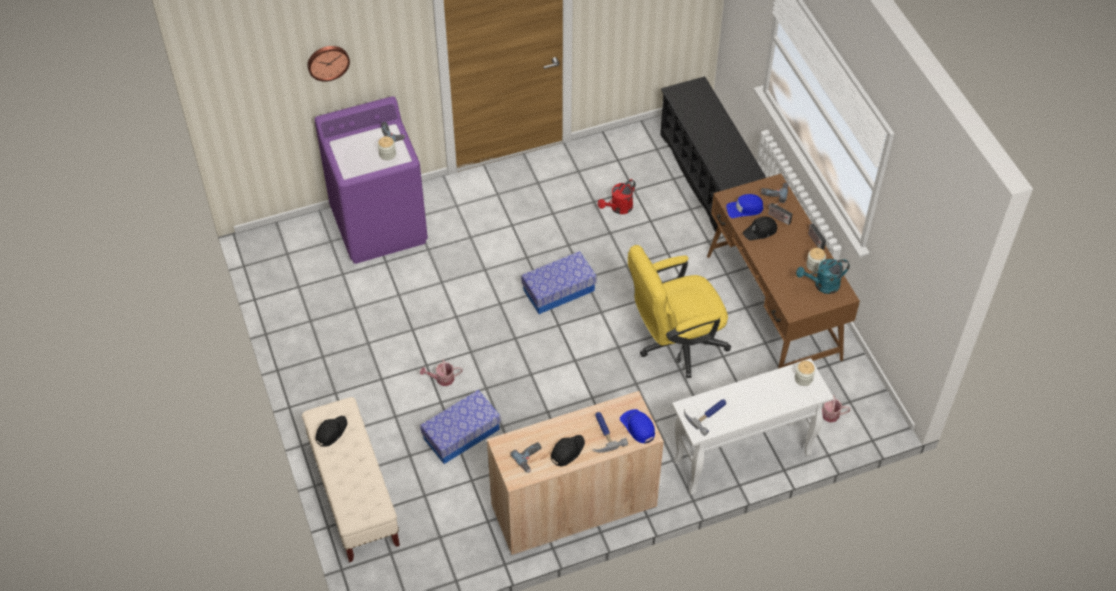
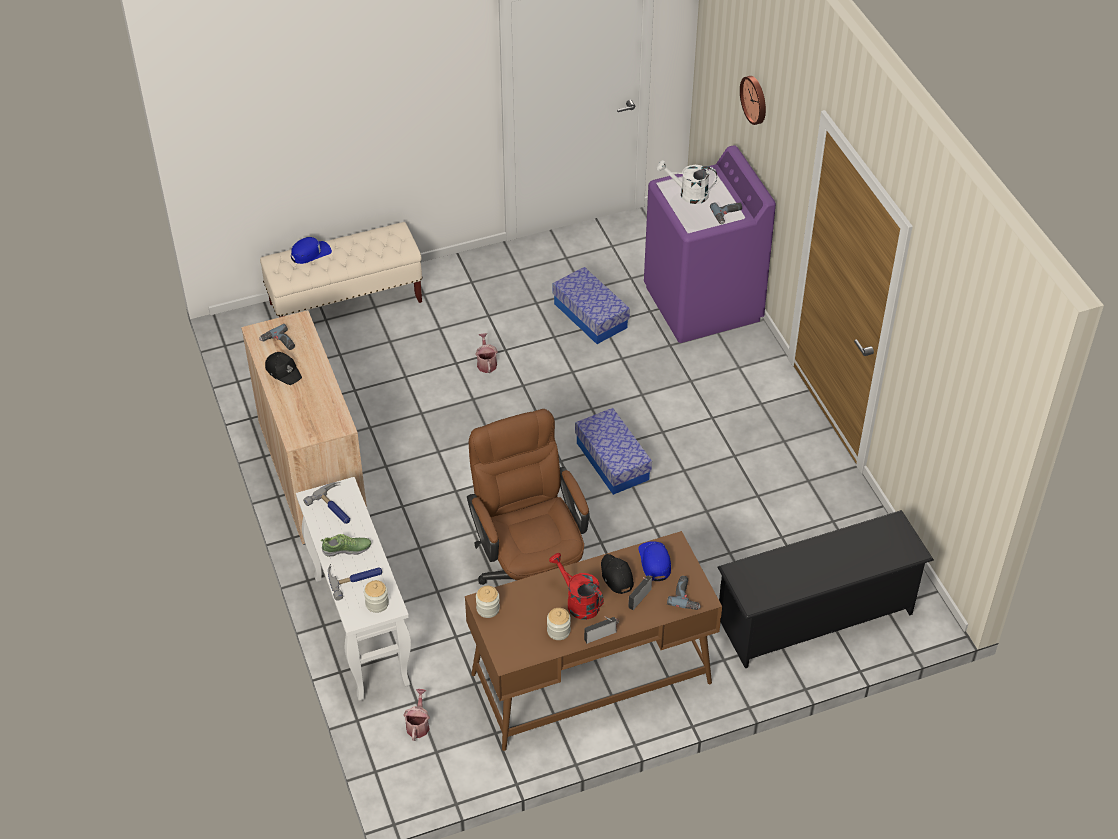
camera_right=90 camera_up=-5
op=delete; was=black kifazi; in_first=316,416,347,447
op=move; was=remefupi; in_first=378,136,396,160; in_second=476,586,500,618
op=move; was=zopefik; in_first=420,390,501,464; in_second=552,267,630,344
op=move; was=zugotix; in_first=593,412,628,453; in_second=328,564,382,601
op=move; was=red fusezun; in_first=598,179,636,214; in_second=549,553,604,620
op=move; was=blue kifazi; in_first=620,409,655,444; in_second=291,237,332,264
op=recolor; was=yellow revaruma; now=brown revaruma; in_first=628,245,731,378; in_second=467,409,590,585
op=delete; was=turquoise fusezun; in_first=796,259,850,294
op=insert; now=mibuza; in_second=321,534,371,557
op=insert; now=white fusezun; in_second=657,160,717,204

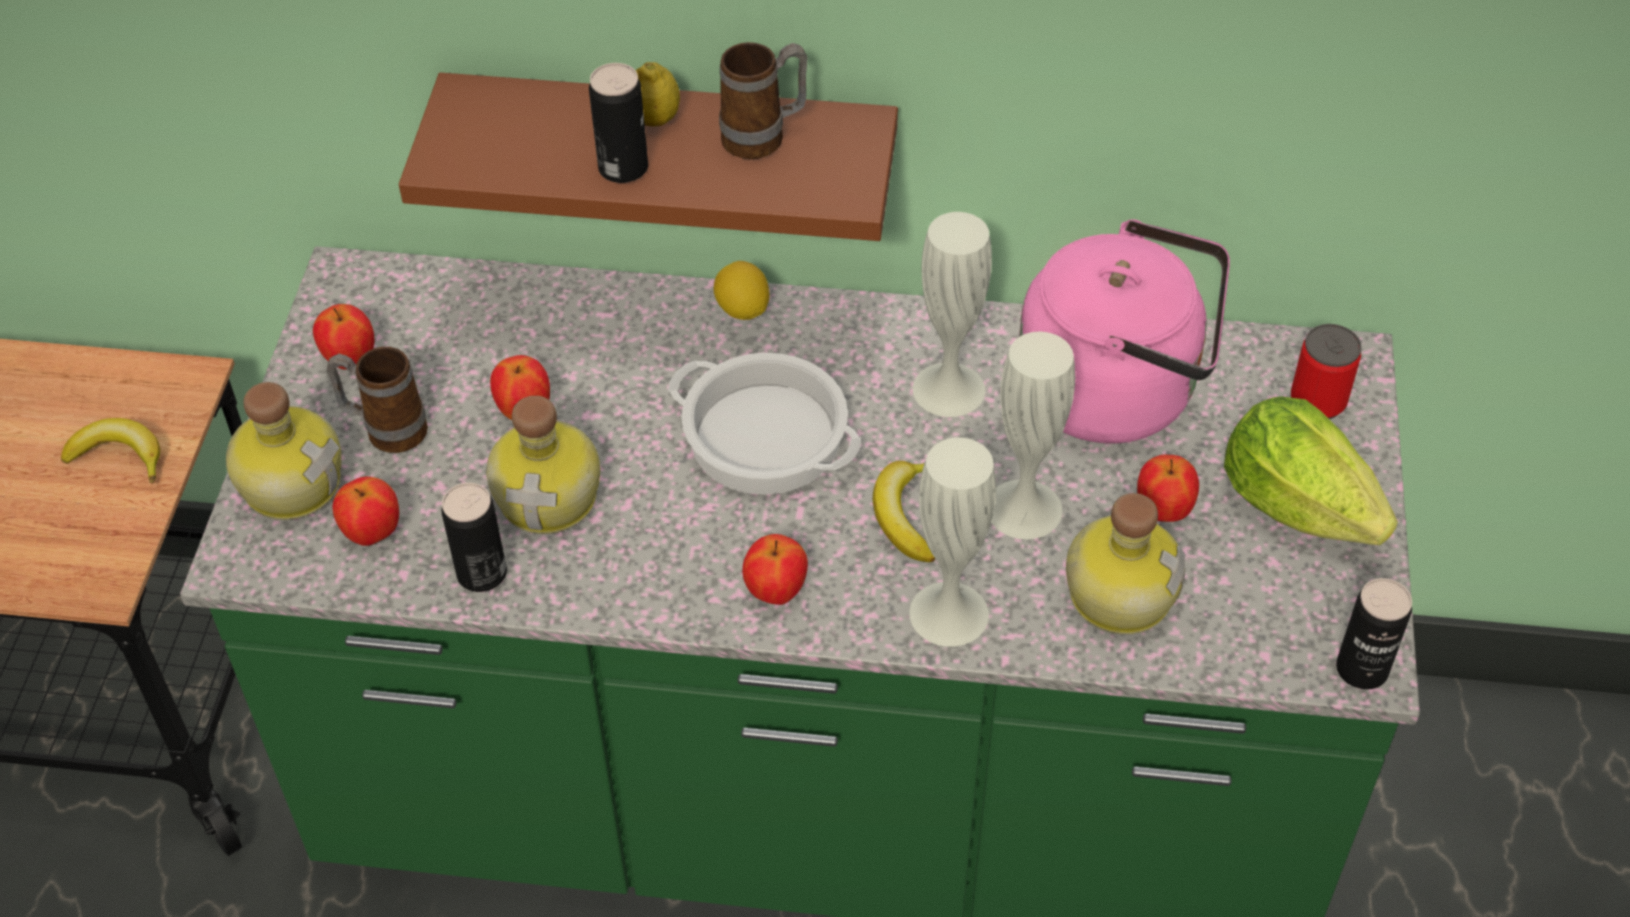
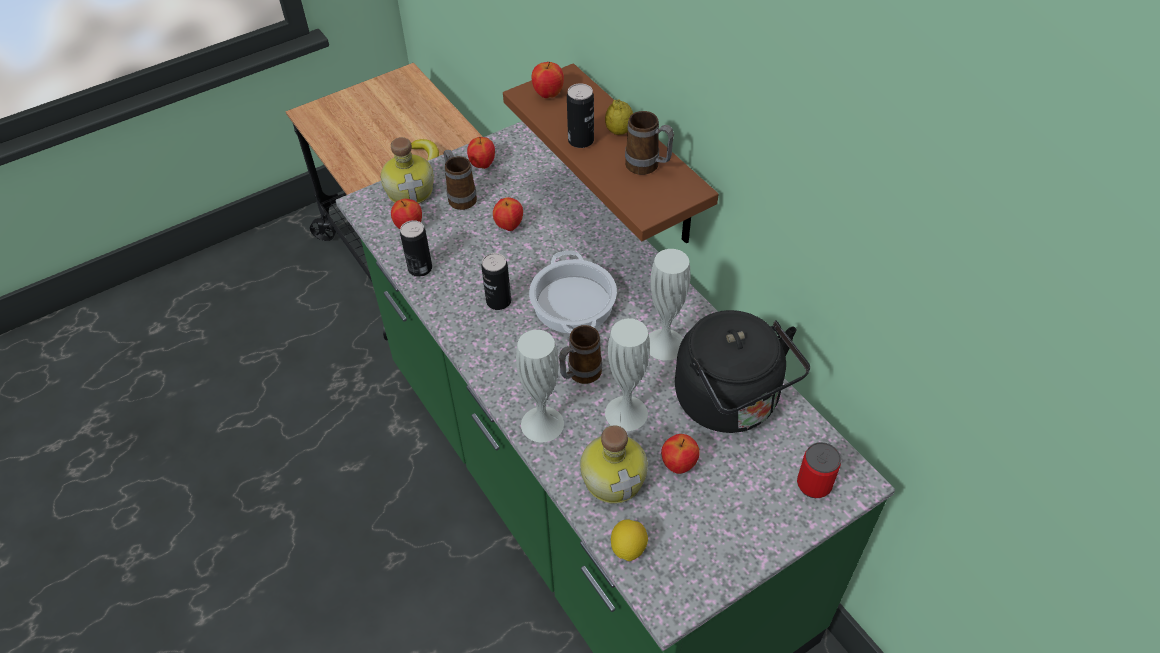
camera_right=50 camera_up=0
op=delete; was=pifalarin; in_first=486,396,600,534
op=move; was=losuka; in_first=714,261,769,320; in_second=611,519,648,561
op=move; was=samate; in_first=742,534,808,605; in_second=532,62,564,98
op=replace; was=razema; now=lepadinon; in_first=873,461,935,562; in_second=559,325,602,384
op=recolor; was=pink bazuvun; now=black bazuvun; in_first=1019,219,1230,444; in_second=675,310,810,433
op=delete; was=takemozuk; in_first=1224,397,1398,545
op=move; was=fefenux; in_first=1336,578,1412,689; in_second=481,253,511,310

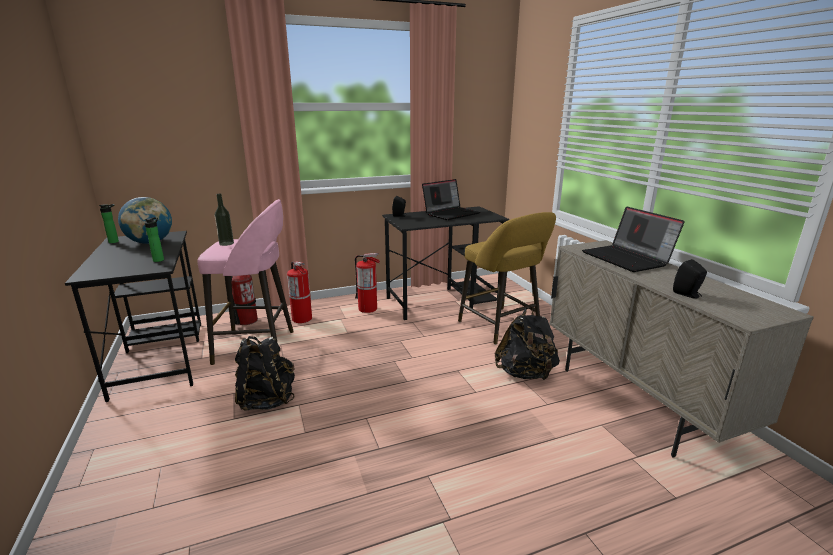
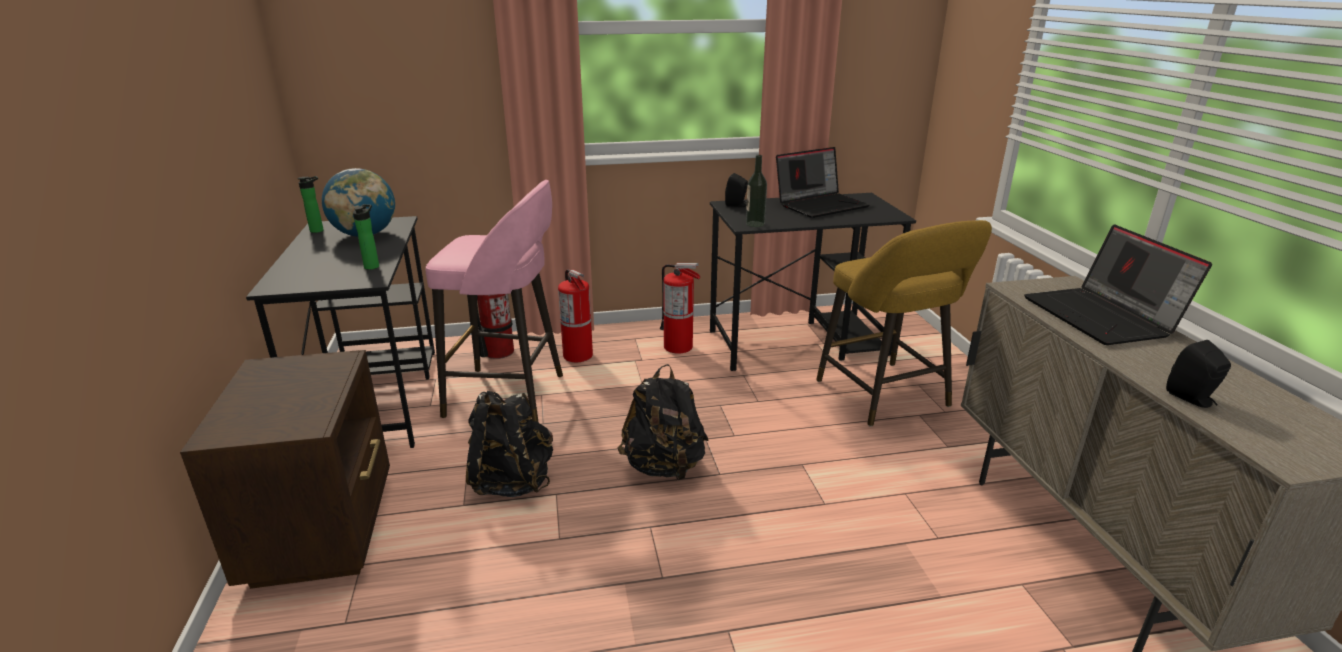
camera_right=10 camera_up=5
op=move; was=pifalarin; in_first=215,193,234,246; in_second=746,155,767,227
op=move; was=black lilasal; in_first=495,306,560,380; in_second=618,364,709,480
op=insert; now=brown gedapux; in_second=180,350,390,589

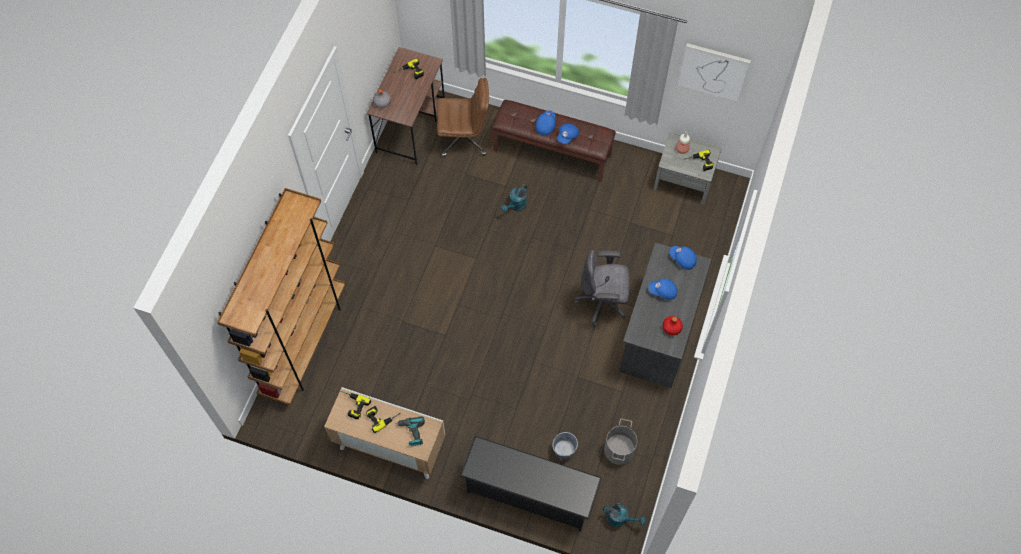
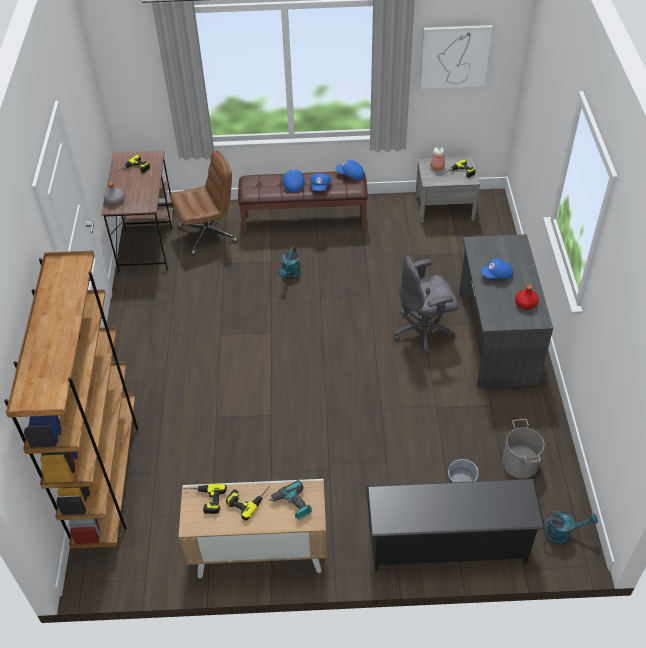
camera_right=-20 camera_up=-15
op=move; was=blue kifazi; in_first=670,246,697,270; in_second=336,160,364,180

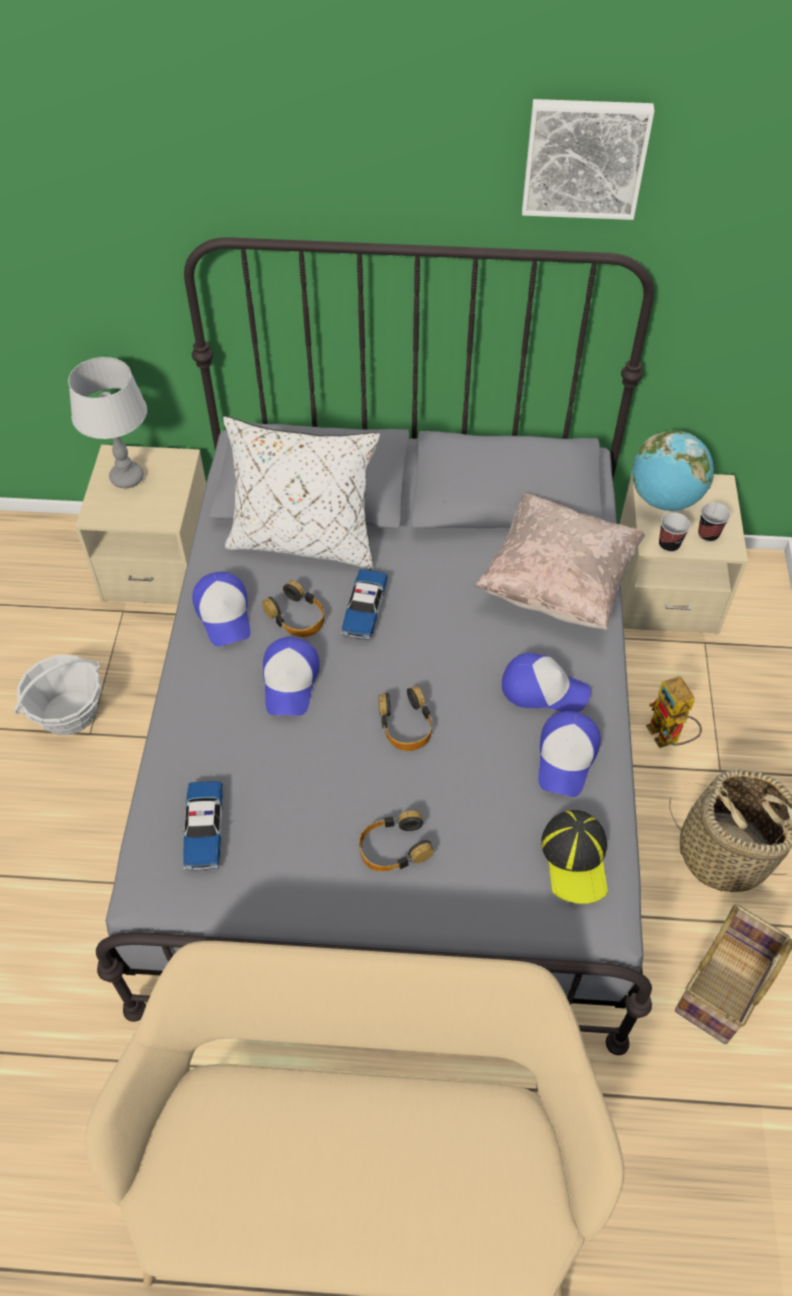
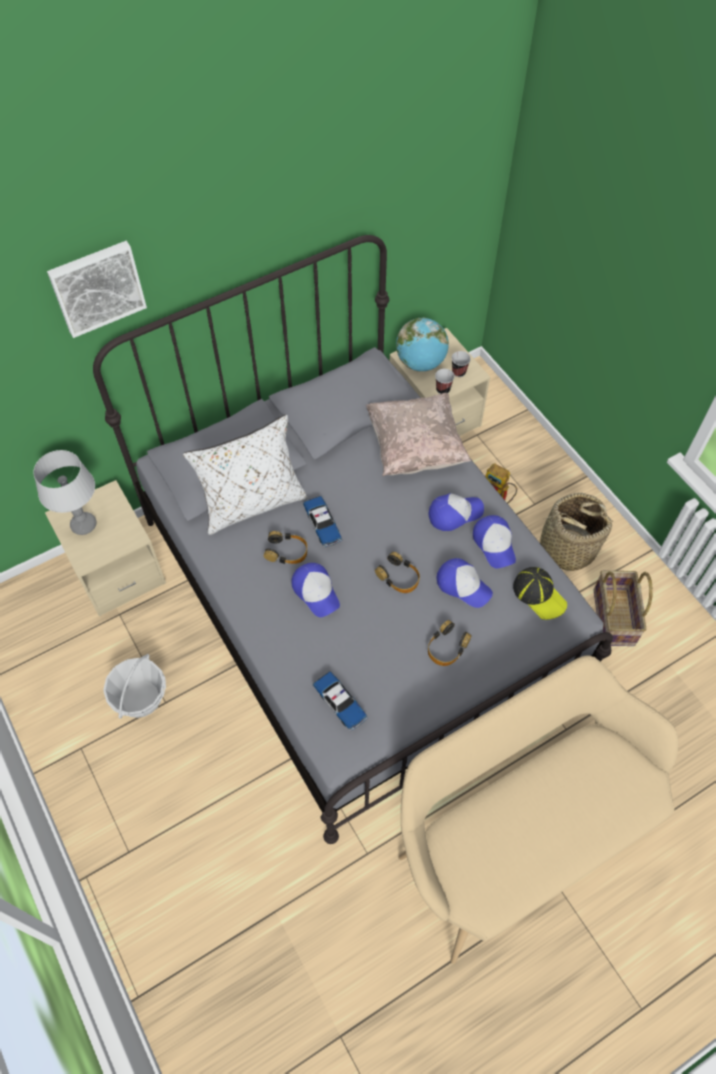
camera_right=-35 camera_up=5
op=move; was=kifazi; in_first=192,572,251,647; in_second=437,558,493,608
op=move; was=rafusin; in_first=522,99,654,220; in_second=47,241,147,338

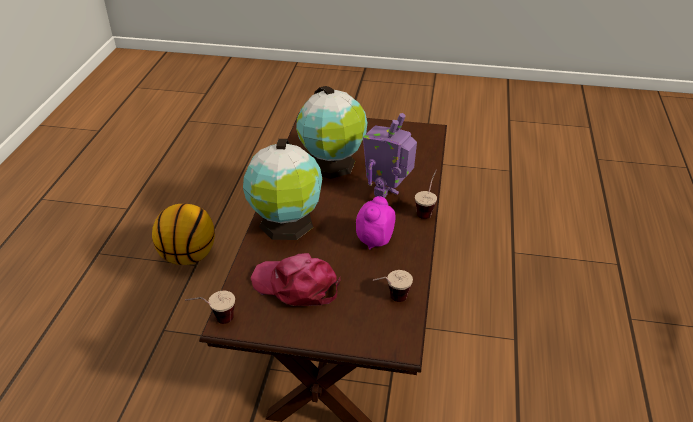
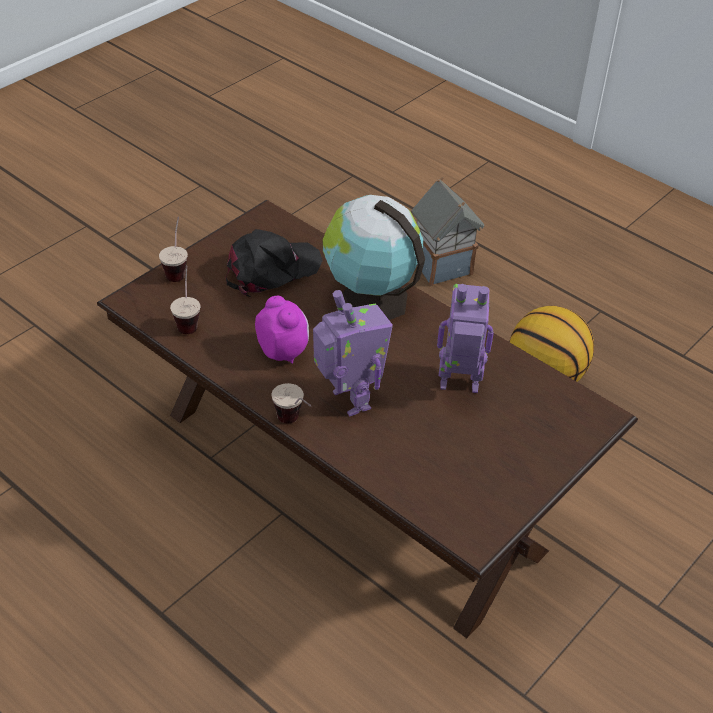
camera_right=120 camera_up=5
op=move; was=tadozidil; in_first=185,291,235,324; in_second=159,216,188,282
op=recolor; was=pink kifazi; now=black kifazi; in_first=251,253,340,306; in_second=226,229,323,297
op=replace; was=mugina; now=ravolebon; in_first=296,86,368,179; in_second=437,284,494,393
op=insert; now=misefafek; in_second=411,177,485,286

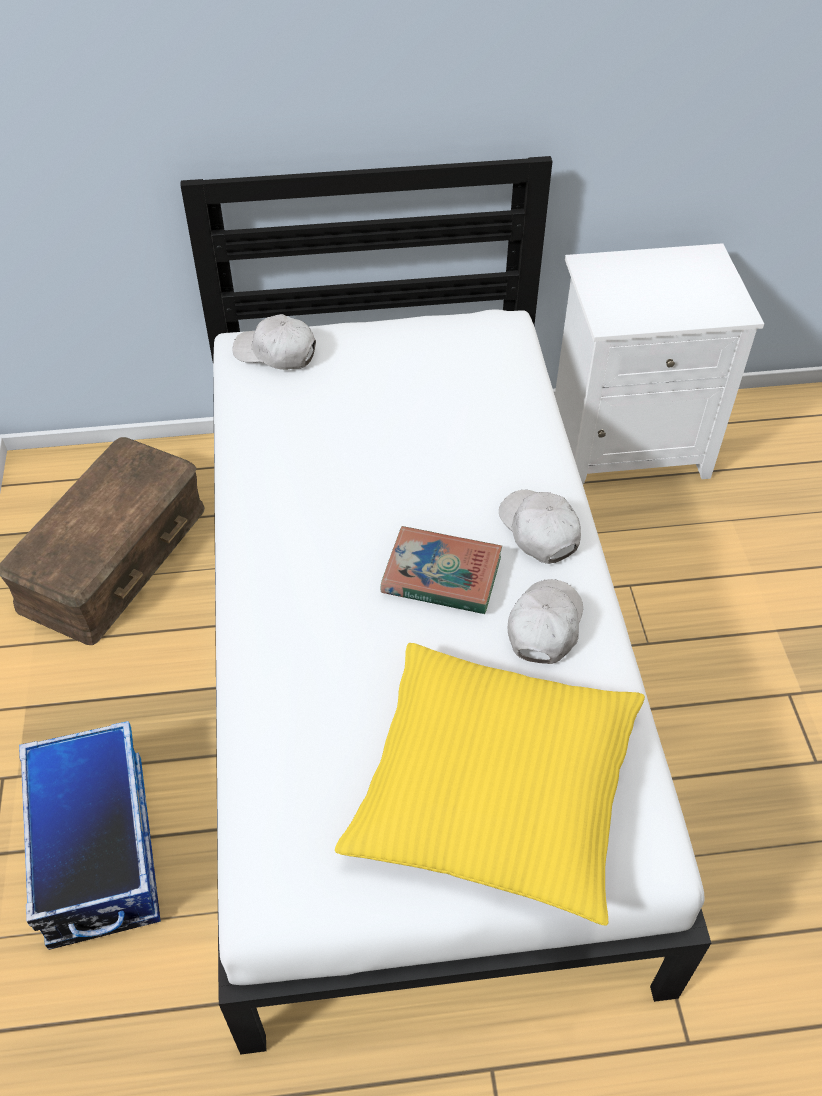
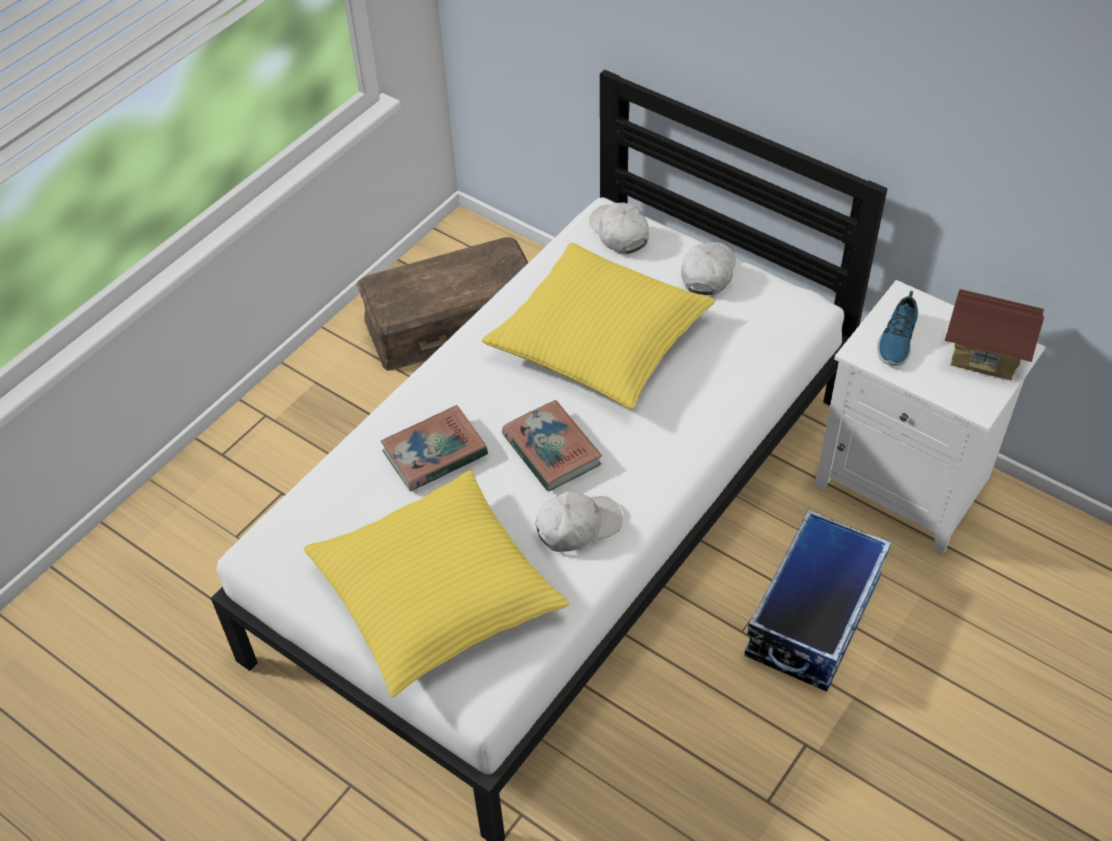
camera_right=45 camera_up=0
op=move; was=zopefik; in_first=19,721,161,950; in_second=744,509,891,692
op=move; was=white kifazi; in_first=499,490,581,564; in_second=681,242,736,295
op=insert; now=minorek; in_second=381,405,488,492
op=insert; now=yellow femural; in_second=482,243,715,409
op=insert; now=mibuza; in_second=877,291,918,366
op=insert; now=misefafek; in_second=945,289,1044,381

